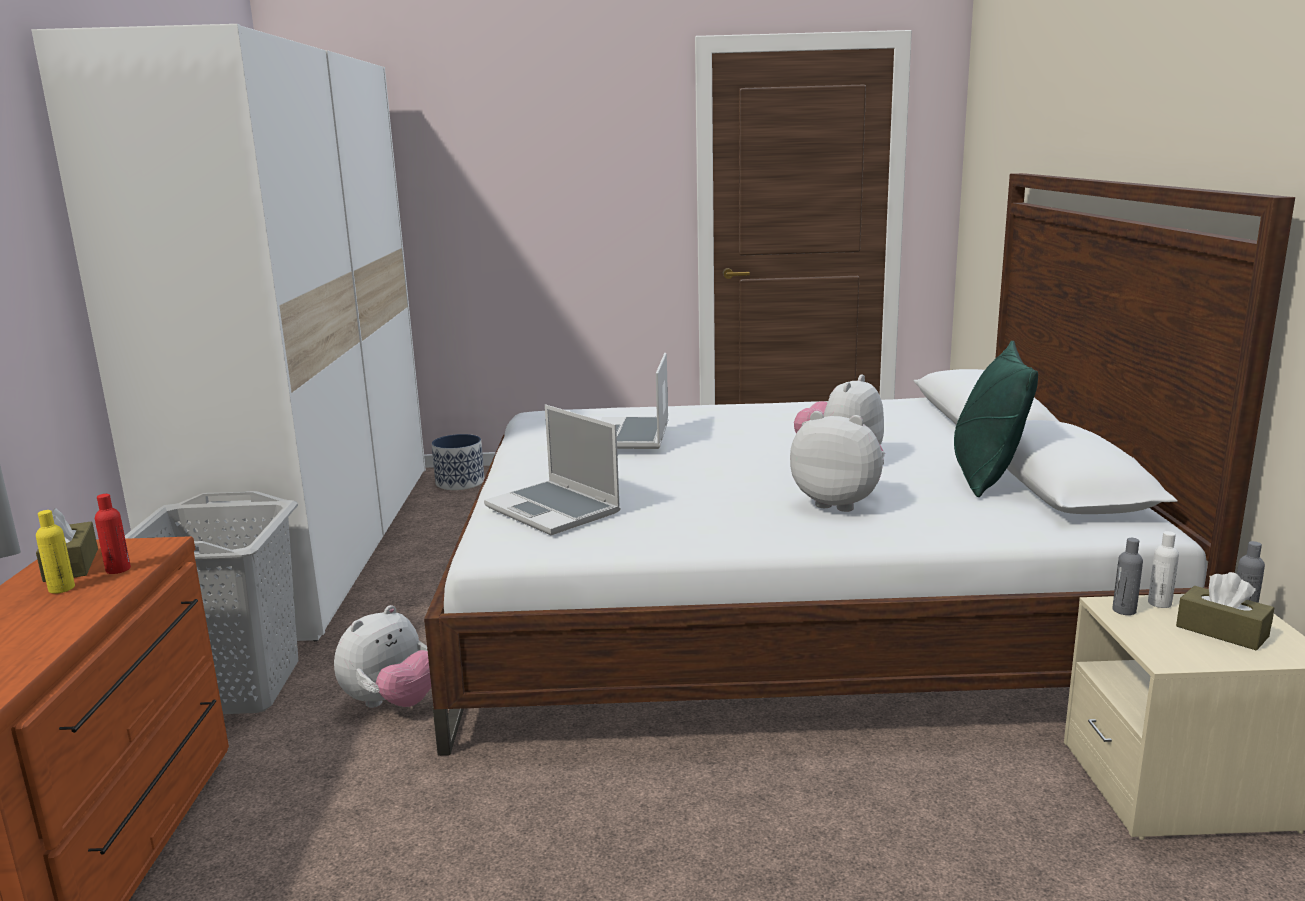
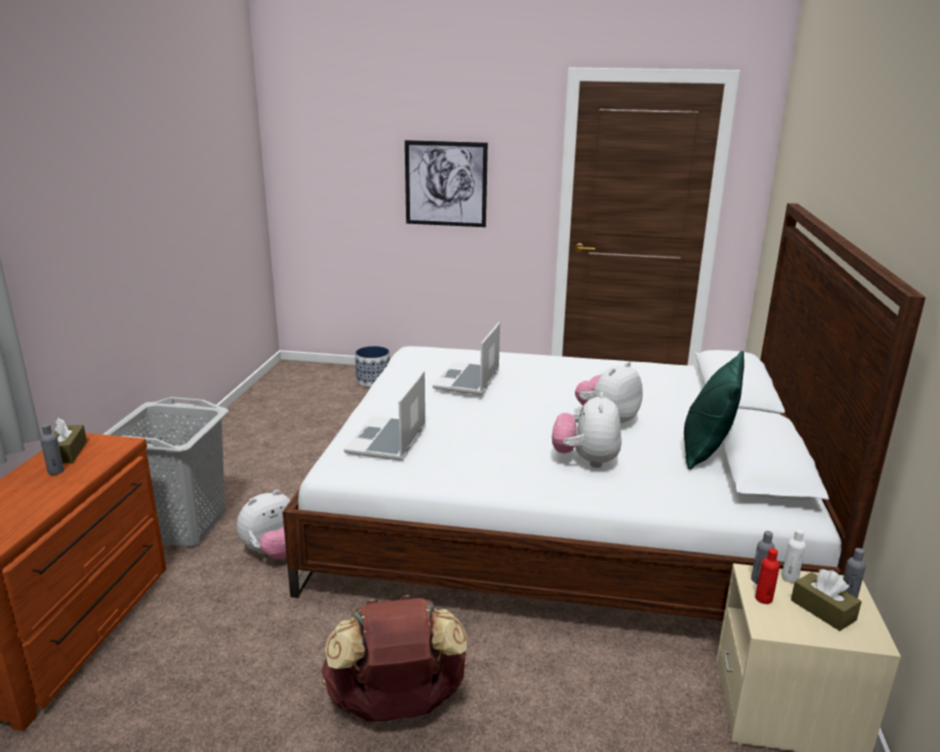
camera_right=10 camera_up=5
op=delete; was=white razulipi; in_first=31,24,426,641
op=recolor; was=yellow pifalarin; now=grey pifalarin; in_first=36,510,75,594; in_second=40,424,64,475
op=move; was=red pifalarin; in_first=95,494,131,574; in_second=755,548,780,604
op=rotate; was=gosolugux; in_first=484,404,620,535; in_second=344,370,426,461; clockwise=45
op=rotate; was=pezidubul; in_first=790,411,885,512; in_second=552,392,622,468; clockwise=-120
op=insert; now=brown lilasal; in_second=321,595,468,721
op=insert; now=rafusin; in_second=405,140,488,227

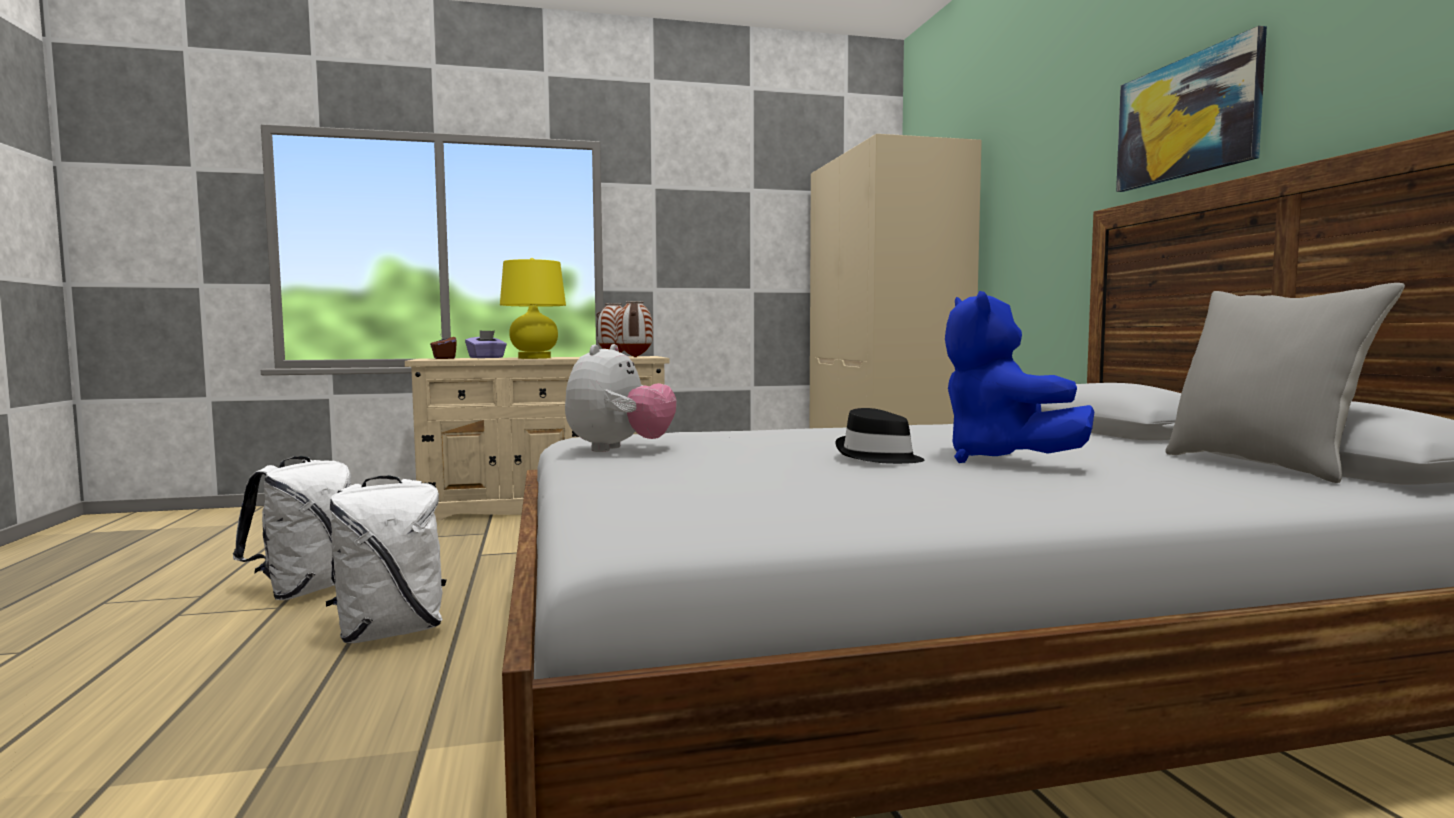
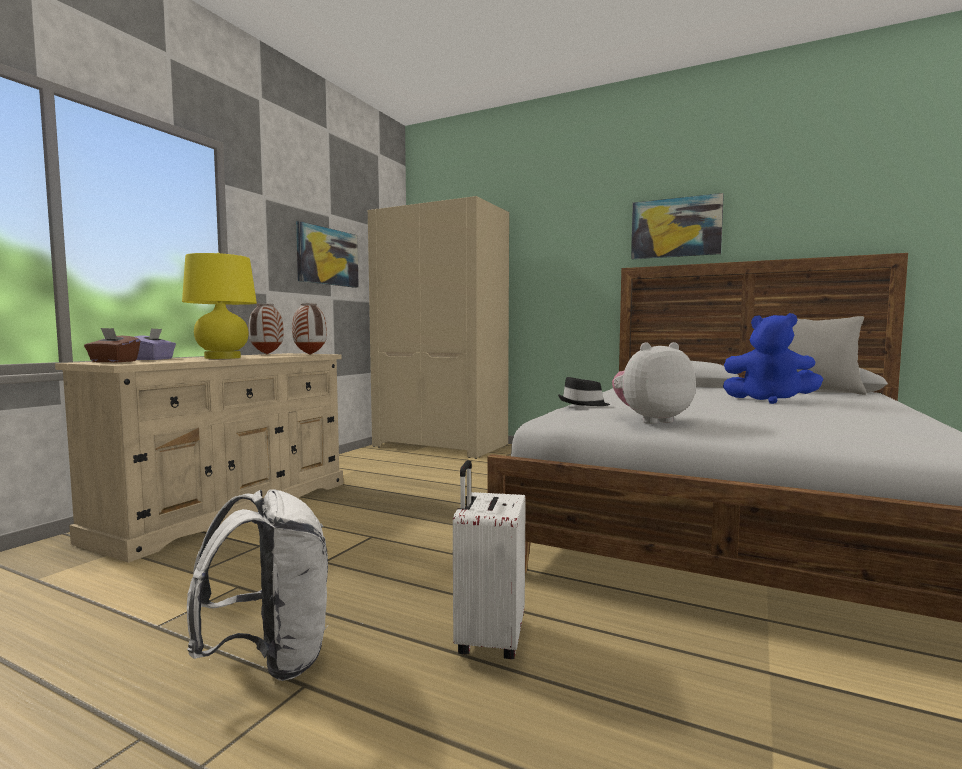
camera_right=-50 camera_up=0
op=replace; was=white lilasal; now=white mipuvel; in_first=326,475,446,643; in_second=453,460,526,659
op=rotate; was=pezidubul; in_first=565,344,677,452; in_second=612,342,696,424; clockwise=-75
op=move; was=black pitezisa; in_first=835,408,925,464; in_second=558,377,610,406
op=insert; now=rafusin; in_second=296,221,359,288

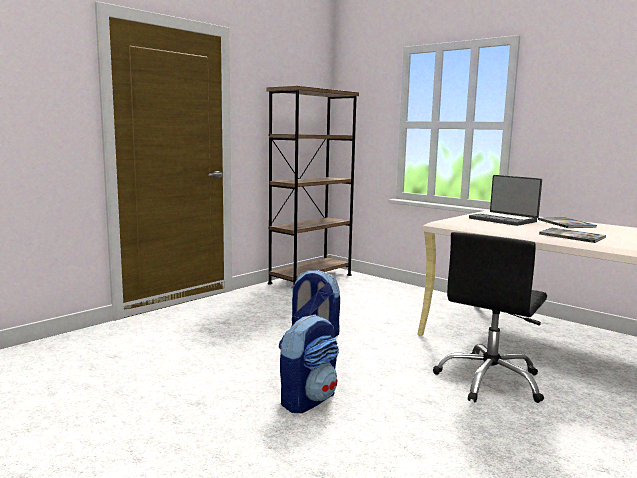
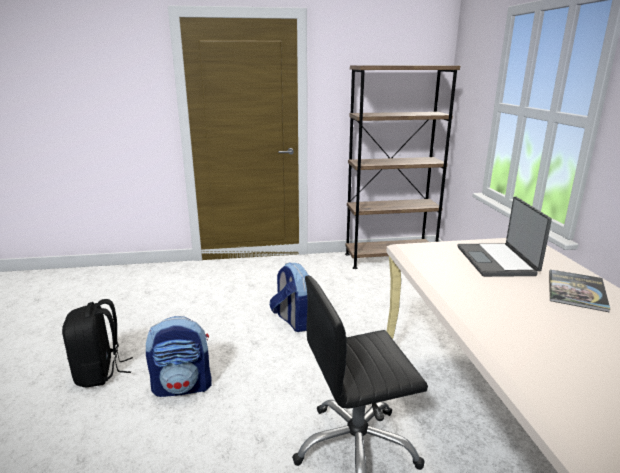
camera_right=40 camera_up=10
op=delete; was=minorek; in_first=539,228,606,243
op=insert; now=black lilasal; in_second=62,299,133,387

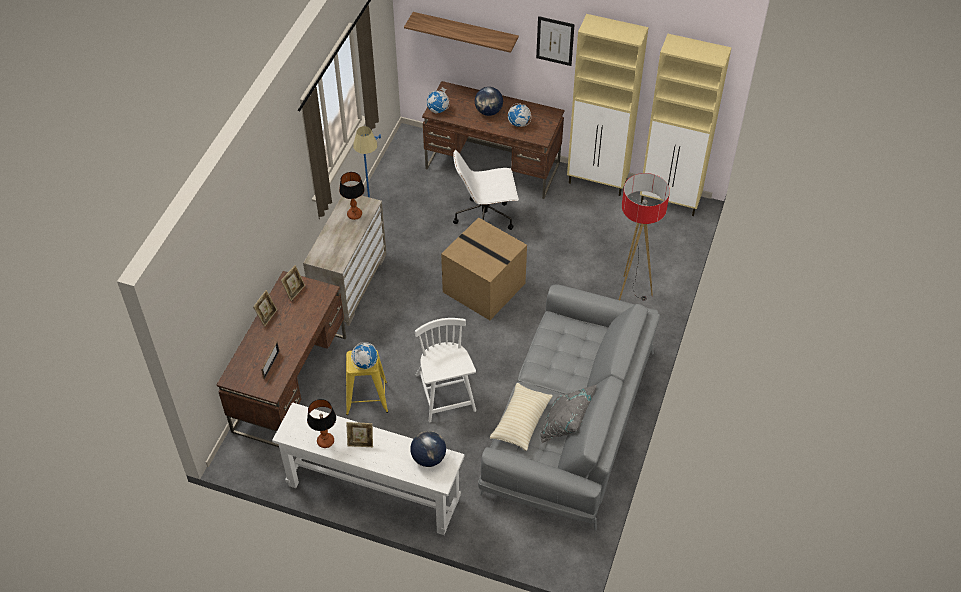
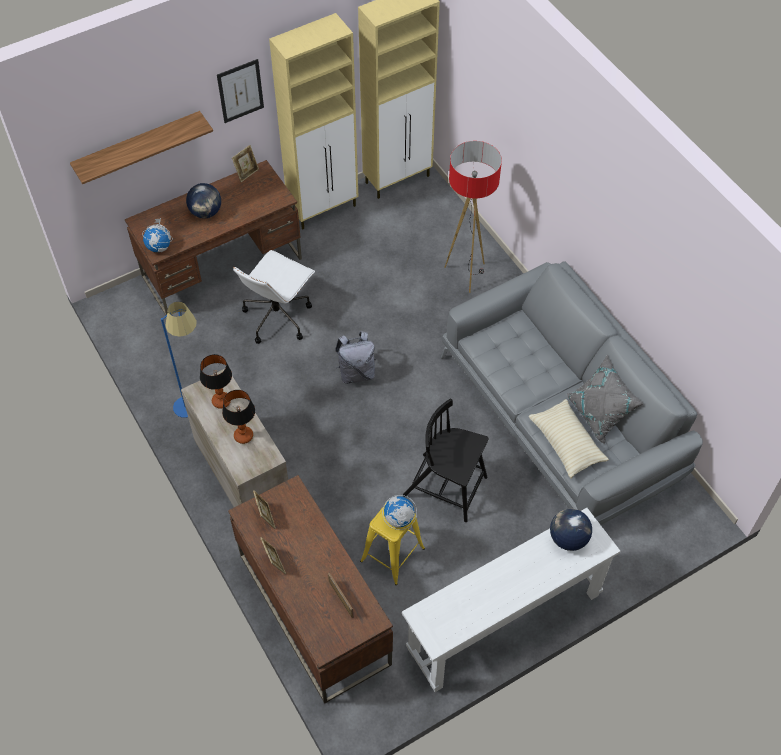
camera_right=-50 camera_up=5
op=move; was=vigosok; in_first=307,399,336,448; in_second=222,390,255,444
op=move; was=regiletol; in_first=346,422,373,447; in_second=232,145,259,182
op=recolor; was=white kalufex; now=black kalufex; in_first=415,318,476,422; in_second=403,398,489,522
op=replace; was=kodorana; now=grey lilasal; in_first=441,217,527,320; in_second=335,331,376,384
op=delete; was=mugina; in_first=508,103,531,127

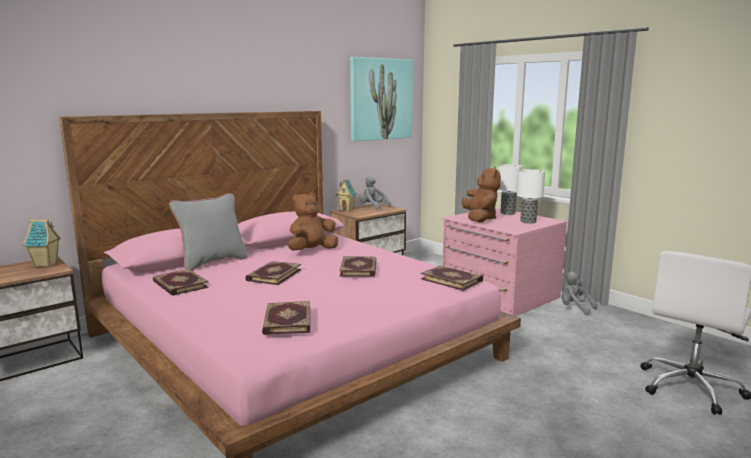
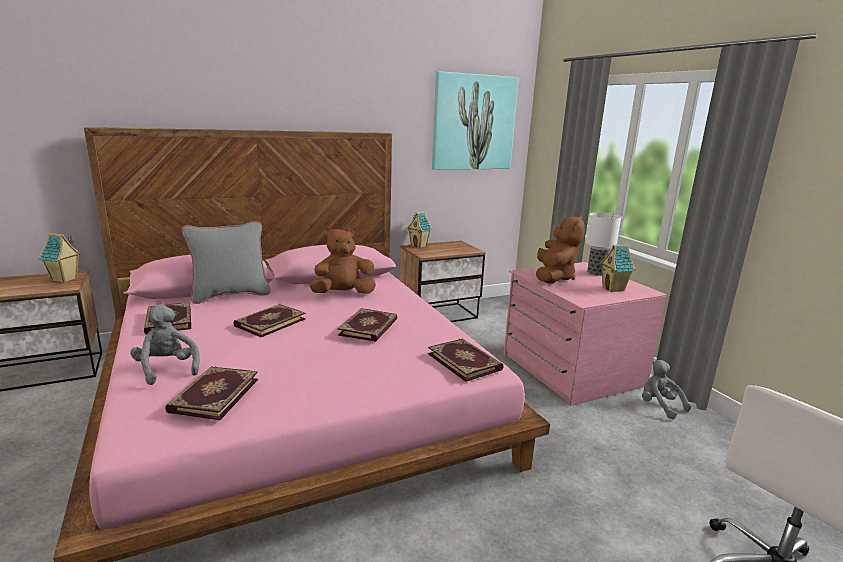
camera_right=15 camera_up=5
op=move; was=grey pezidubul; in_first=360,176,391,209; in_second=130,305,200,385
op=replace; was=vigosok; now=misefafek; in_first=517,169,545,223; in_second=600,244,635,292

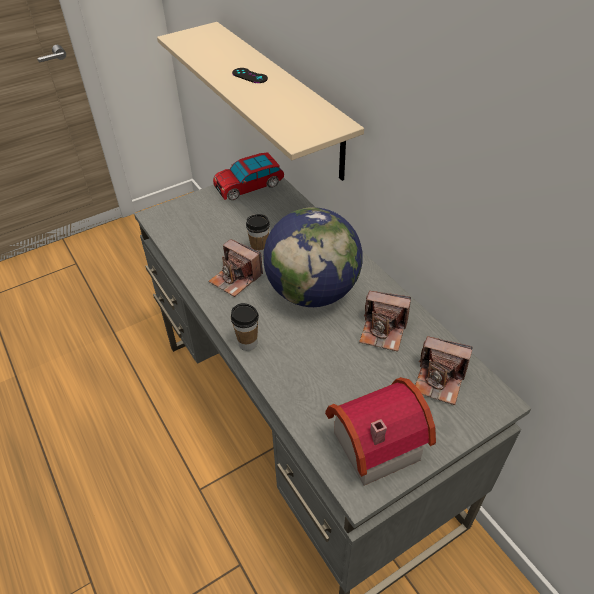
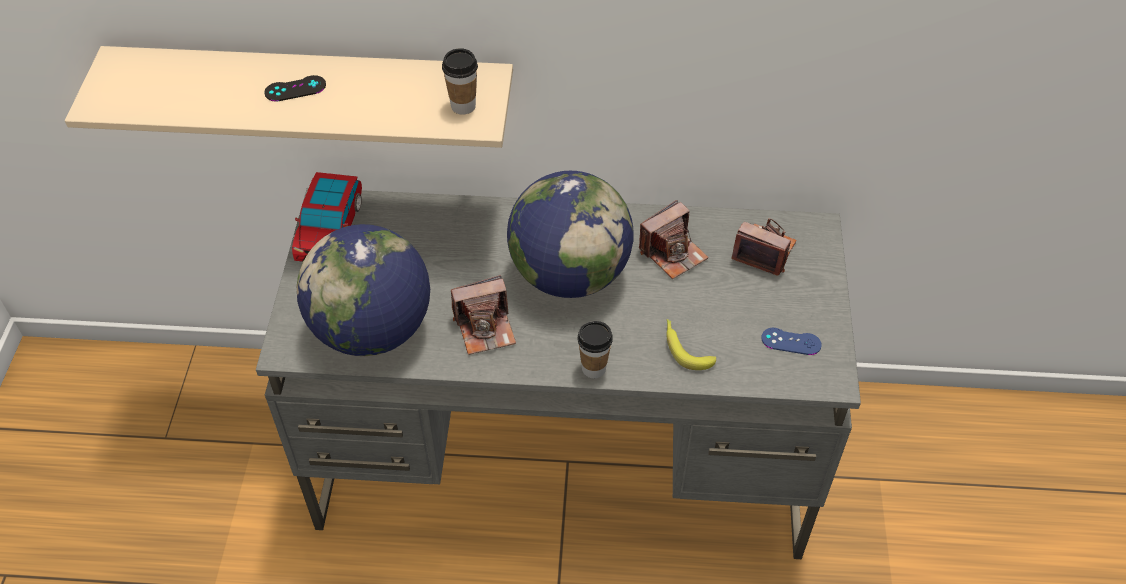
camera_right=-55 camera_up=5
op=move; was=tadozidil; in_first=246,214,270,257; in_second=442,48,478,115
op=replace; was=misefafek; now=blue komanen; in_first=325,377,436,486; in_second=761,328,822,355
op=rotate; was=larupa; in_first=415,336,473,405; in_second=731,218,797,276; clockwise=-120
op=insert; now=mugina; in_second=297,224,430,356
op=insert; now=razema; in_second=666,319,716,370

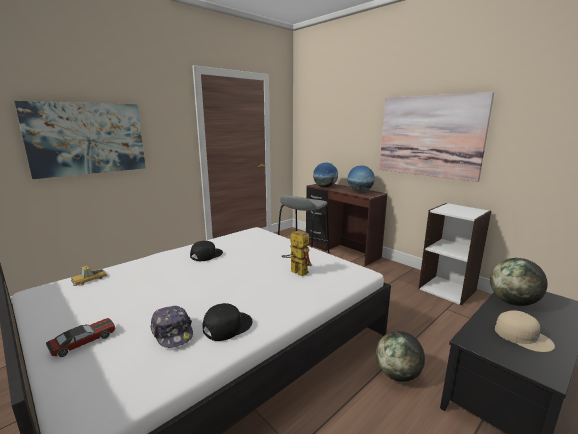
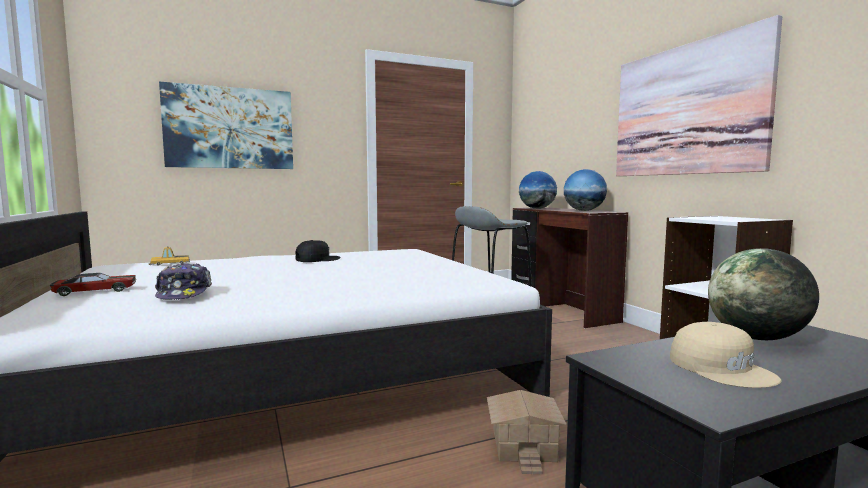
camera_right=20 camera_up=-10
op=delete; was=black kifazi; in_first=202,303,253,341
op=delete; was=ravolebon; in_first=281,228,312,276
op=replace; was=mugina; now=misefafek; in_first=376,331,425,382; in_second=487,390,567,474

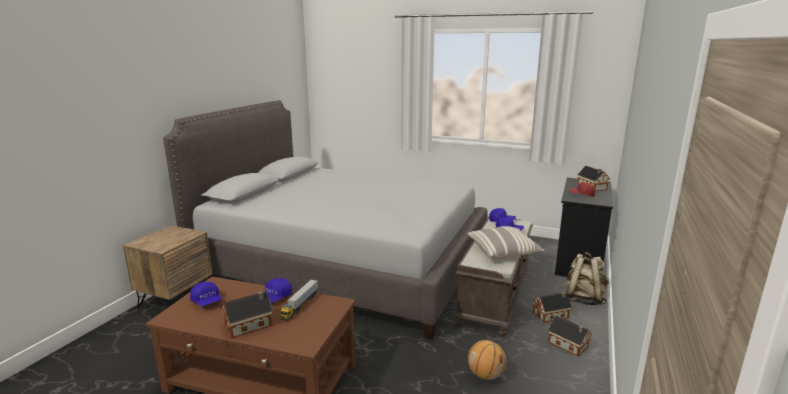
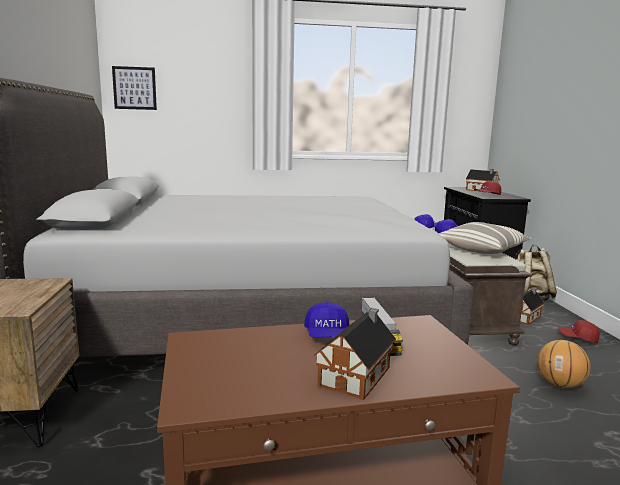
camera_right=-30 camera_up=-5
op=delete; was=blue kifazi; in_first=190,282,222,306
op=replace; was=misefafek; now=red kifazi; in_first=548,316,592,357; in_second=558,320,600,343
op=insert; now=rafusin; in_second=112,66,157,110

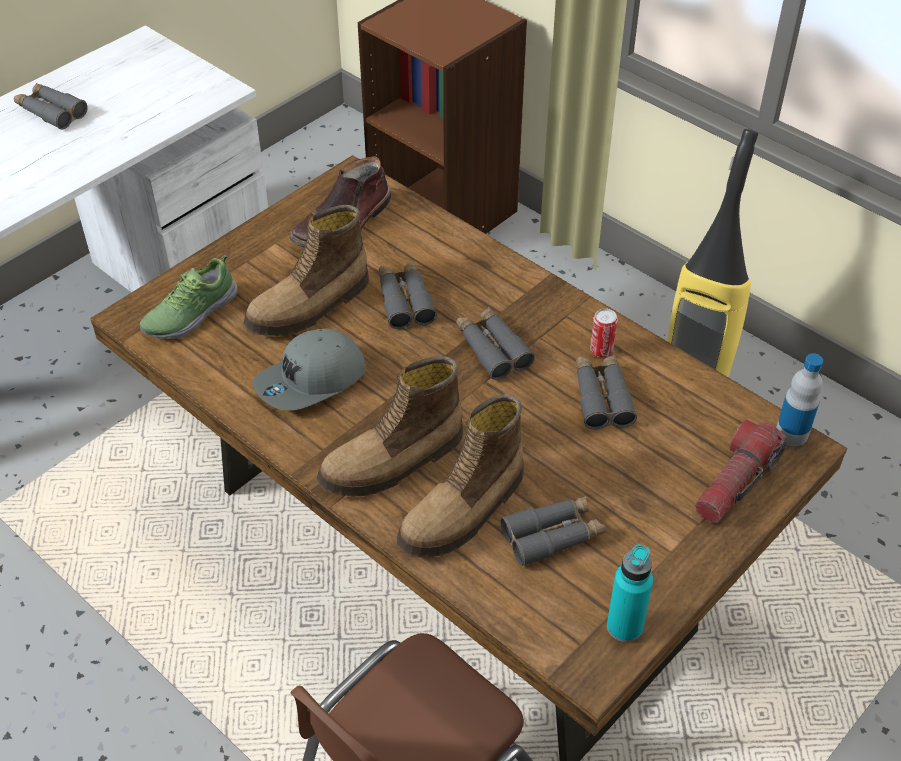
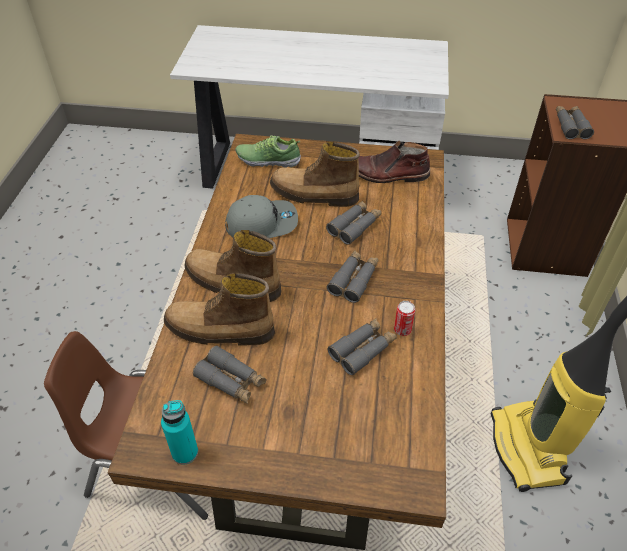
camera_right=55 camera_up=0
op=move; was=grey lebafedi; in_first=14,83,88,130; in_second=556,106,594,139
op=rotate; was=grey kifazi; in_first=252,328,366,410; in_second=225,195,298,238; clockwise=150
op=delete; was=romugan; in_first=695,420,786,523
op=delete; was=pifalarin; in_first=777,353,823,446

